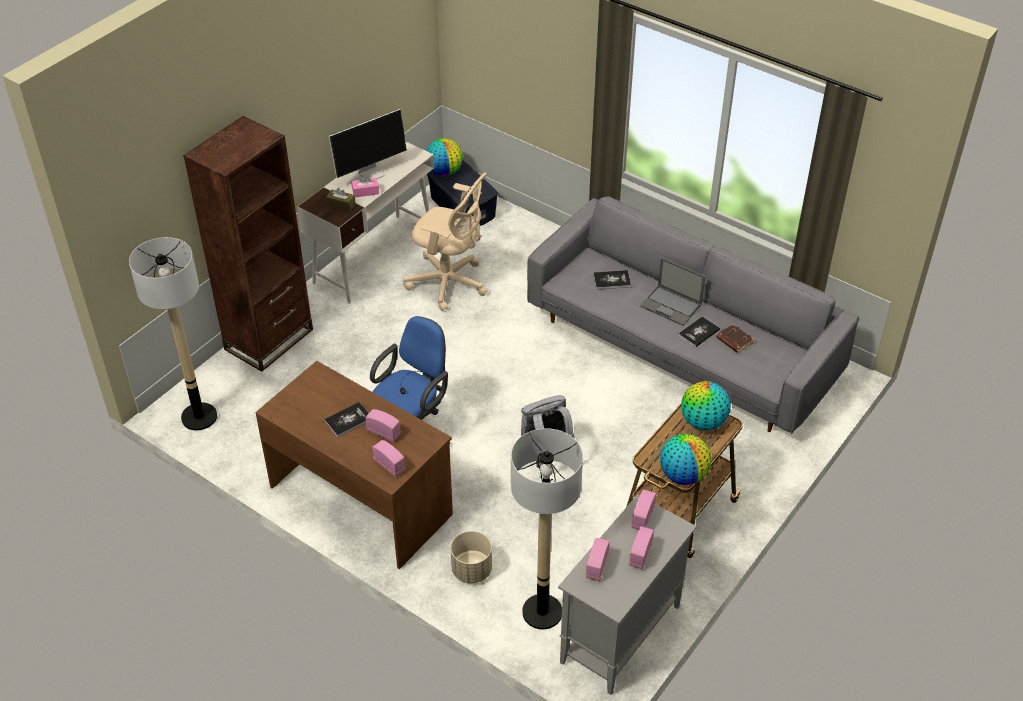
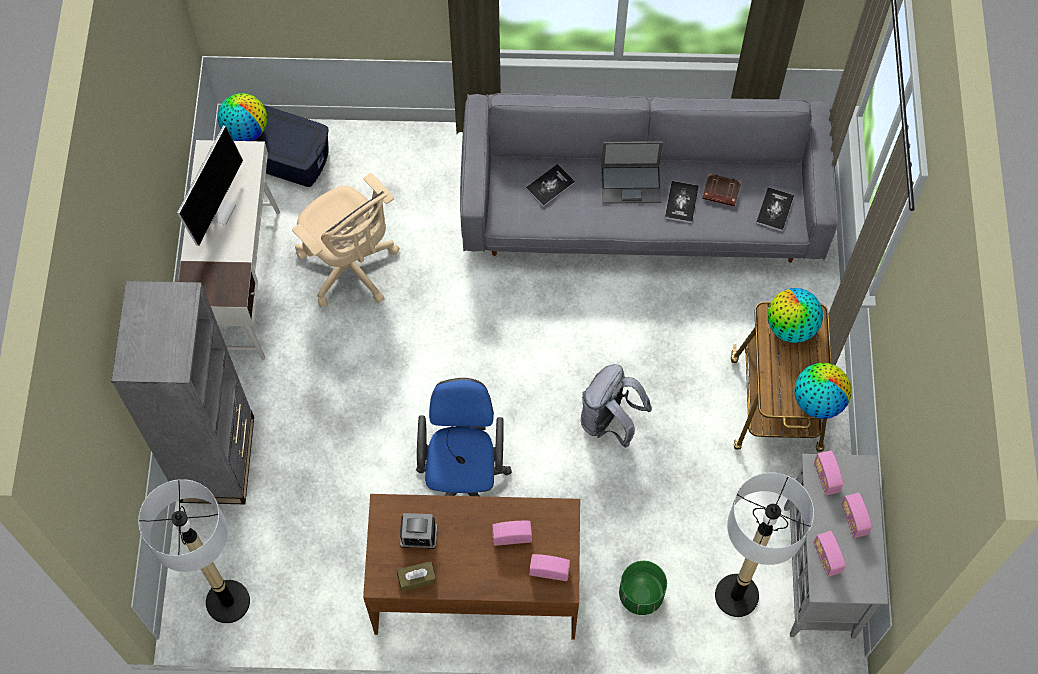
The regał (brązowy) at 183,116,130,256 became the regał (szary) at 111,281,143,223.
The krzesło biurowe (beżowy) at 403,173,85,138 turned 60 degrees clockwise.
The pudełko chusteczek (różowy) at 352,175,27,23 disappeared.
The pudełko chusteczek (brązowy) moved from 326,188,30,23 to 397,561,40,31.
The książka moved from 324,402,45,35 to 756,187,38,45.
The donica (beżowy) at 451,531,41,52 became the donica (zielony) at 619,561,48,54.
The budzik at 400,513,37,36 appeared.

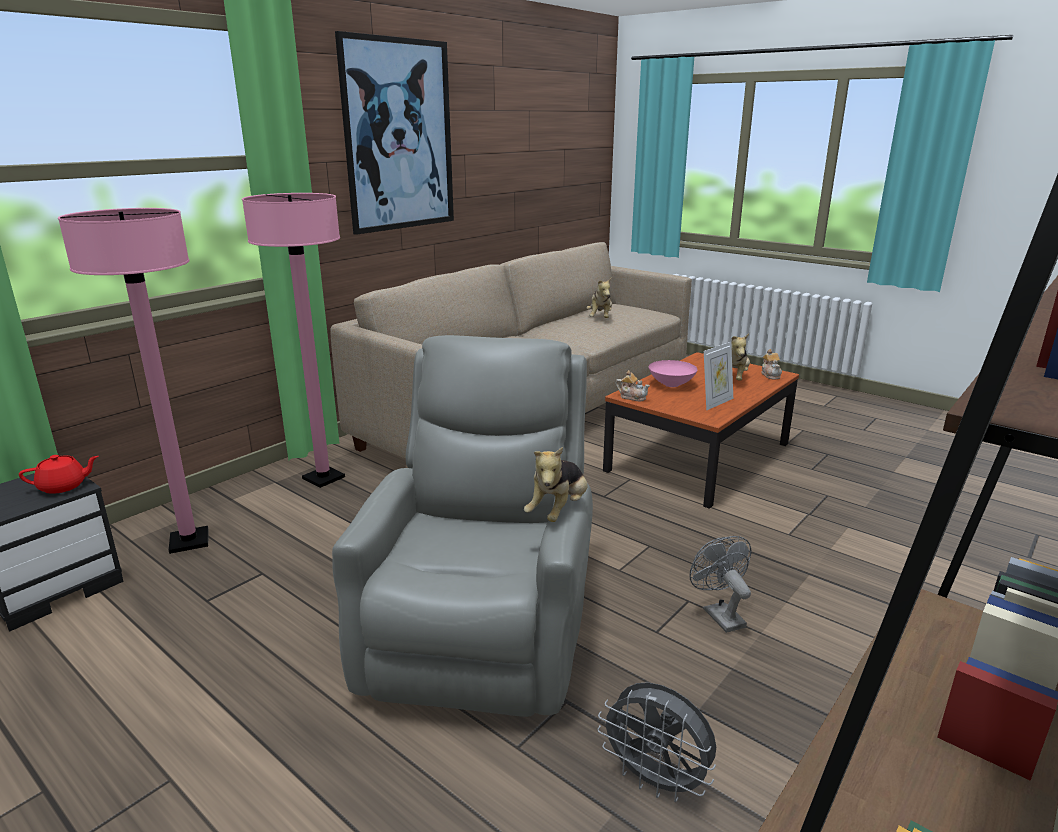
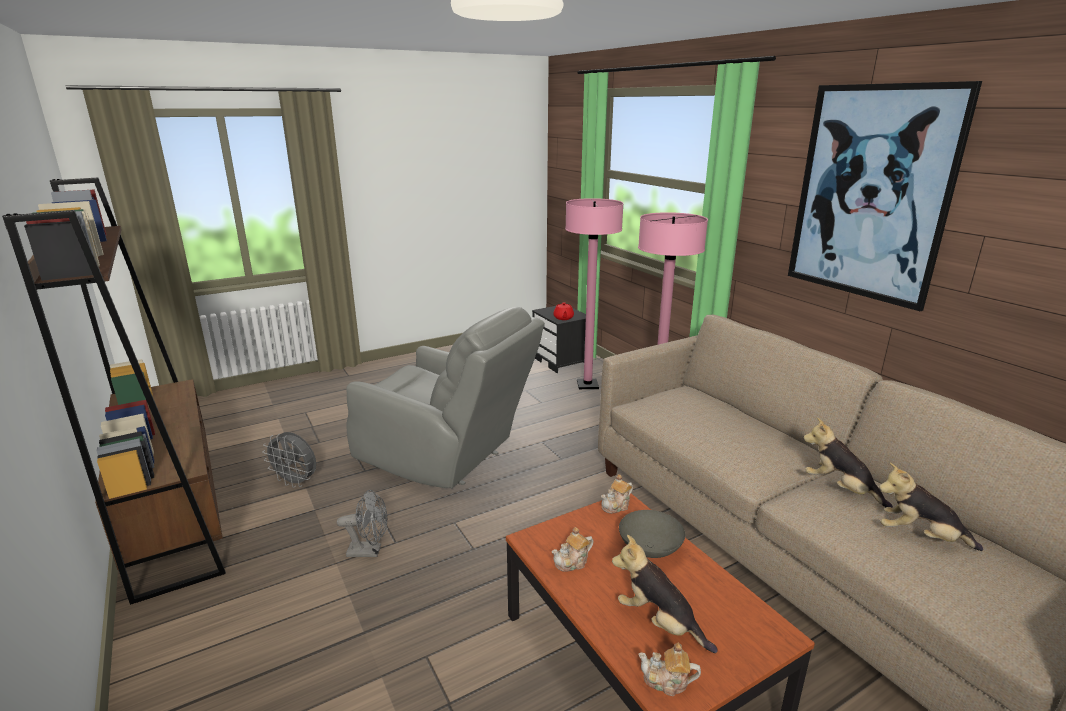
The ramka na zdjęcie at 704,342,29,68 was replaced by the imbryk at 552,527,41,45.
The miska (różowy) at 649,360,49,27 became the miska (szary) at 619,510,66,48.
The pluszak moved from 524,447,64,75 to 803,417,90,91.
The wentylator (szary) at 597,682,119,120 turned 120 degrees counterclockwise.

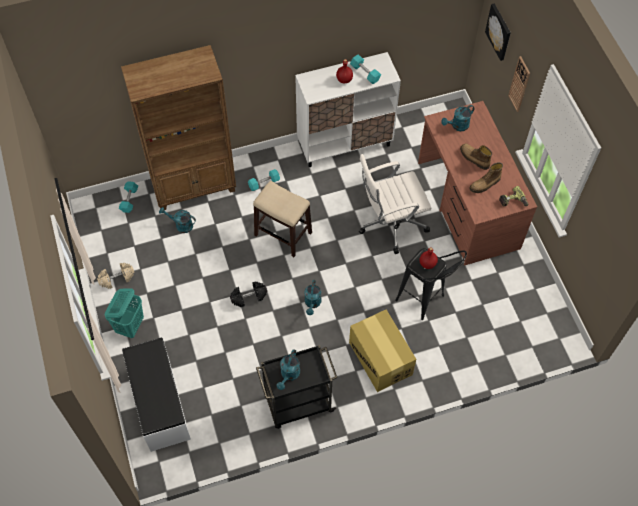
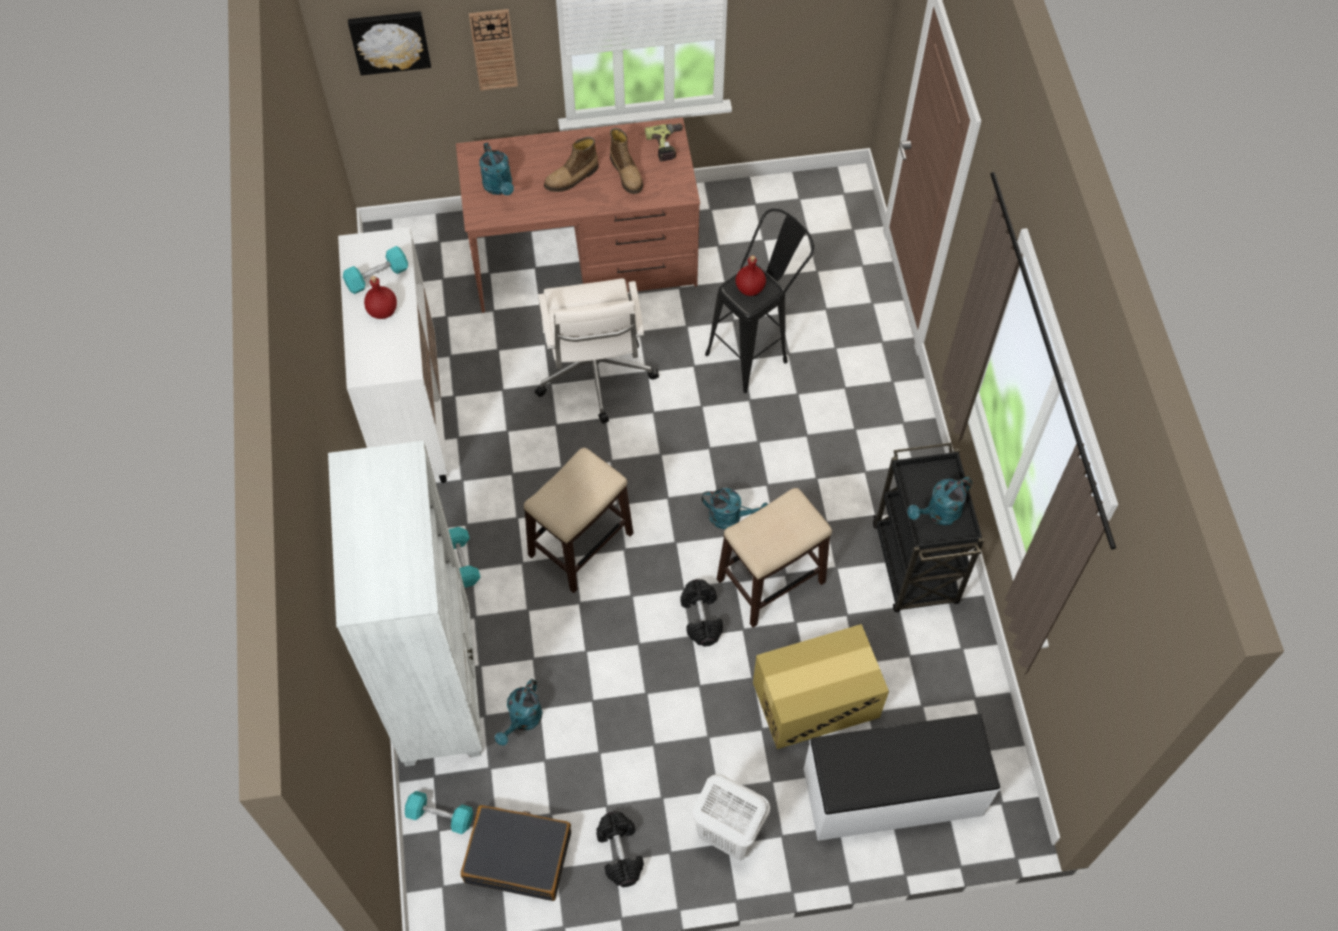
The regał (brązowy) at 121,45,115,165 became the regał (biały) at 328,441,155,326.
The hantel (beżowy) at 97,263,38,26 became the hantel (czarny) at 596,811,48,76.
The kosz na pranie (turkusowy) at 105,288,39,50 became the kosz na pranie (biały) at 693,774,77,87.
The karton moved from 349,309,67,83 to 753,624,136,125.
The konewka (turkusowy) at 277,349,23,41 turned 120 degrees clockwise.
The stołek at 717,488,115,139 appeared.
The walizka (czarny) at 461,805,110,96 appeared.

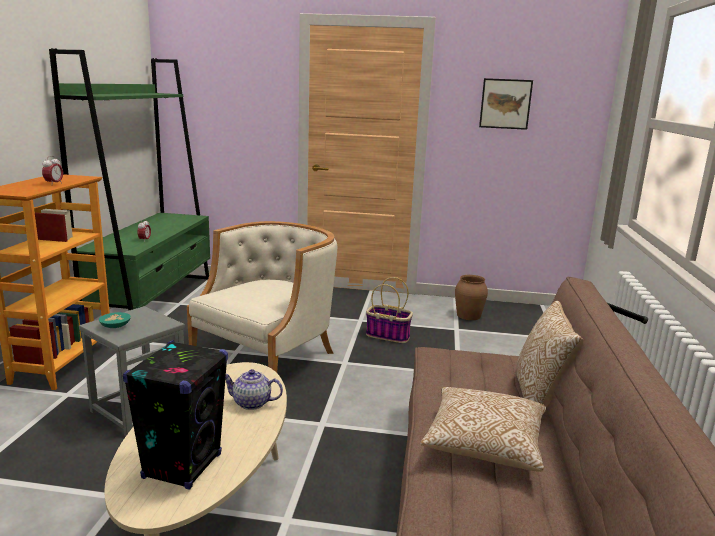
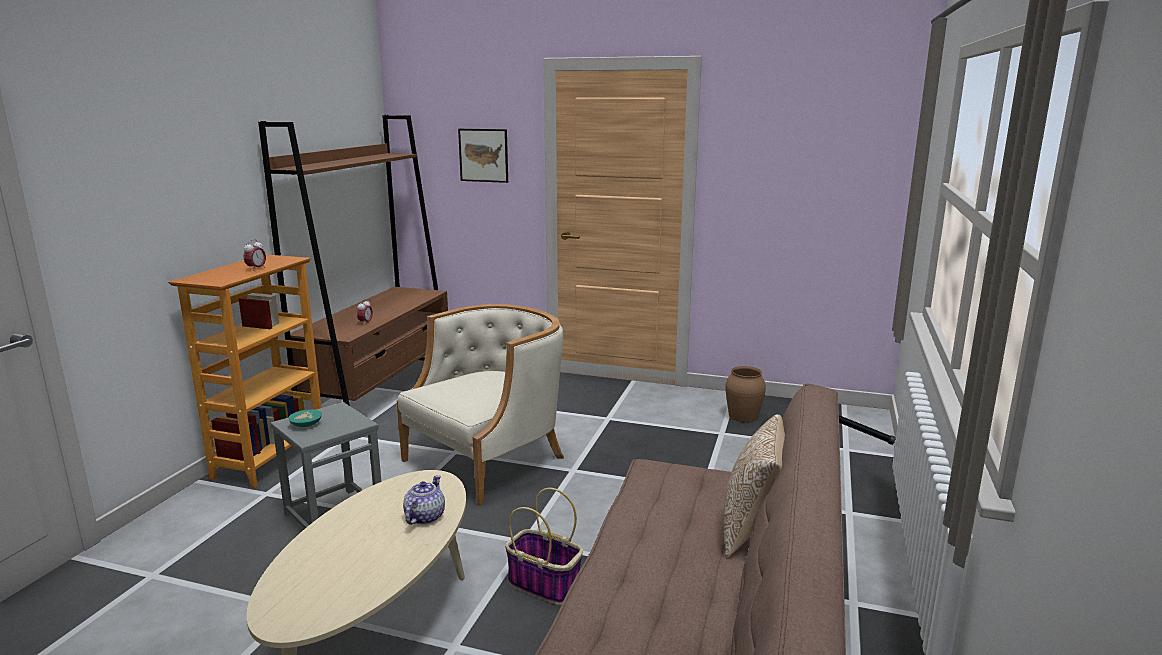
The regał (zielony) at 49,48,161,262 became the regał (brązowy) at 258,115,190,291.
The obraz moved from 479,78,54,52 to 458,129,50,54.
The koszyk moved from 366,277,47,66 to 505,488,78,117.
The głośnik (czarny) at 123,340,105,150 disappeared.
The imbryk at 225,369,58,41 turned 90 degrees clockwise.
The poduszka at 420,387,126,85 disappeared.

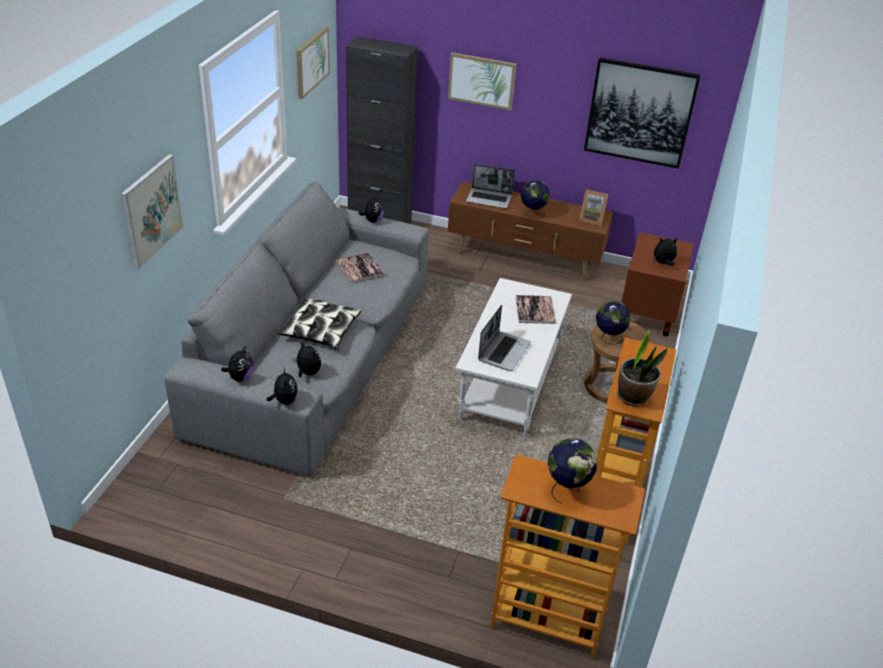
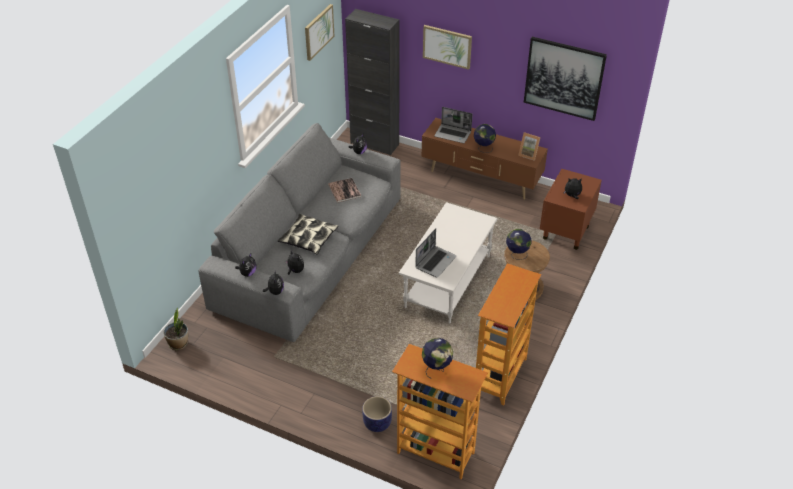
The obraz at 121,154,62,116 disappeared.
The książka at 515,295,41,29 disappeared.
The roślina doniczkowa moved from 617,330,51,76 to 164,308,24,42.
The donica at 362,396,30,36 appeared.

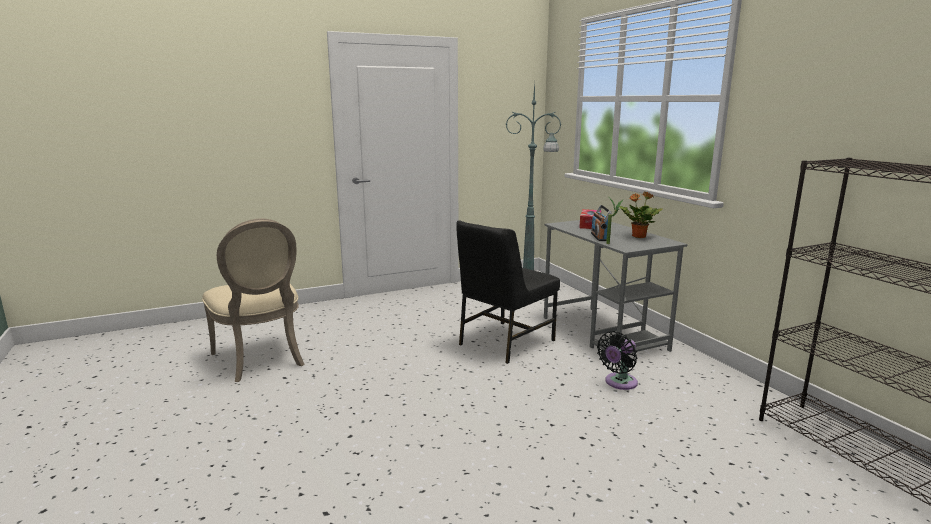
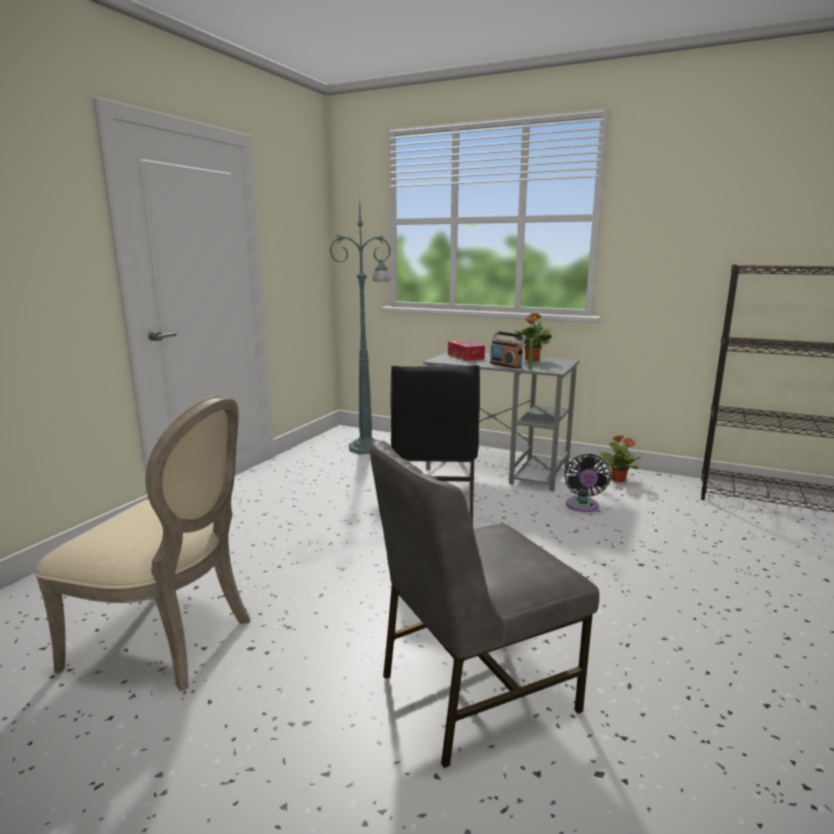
The roślina doniczkowa at 599,435,43,47 appeared.
The krzesło (szary) at 370,440,229,328 appeared.

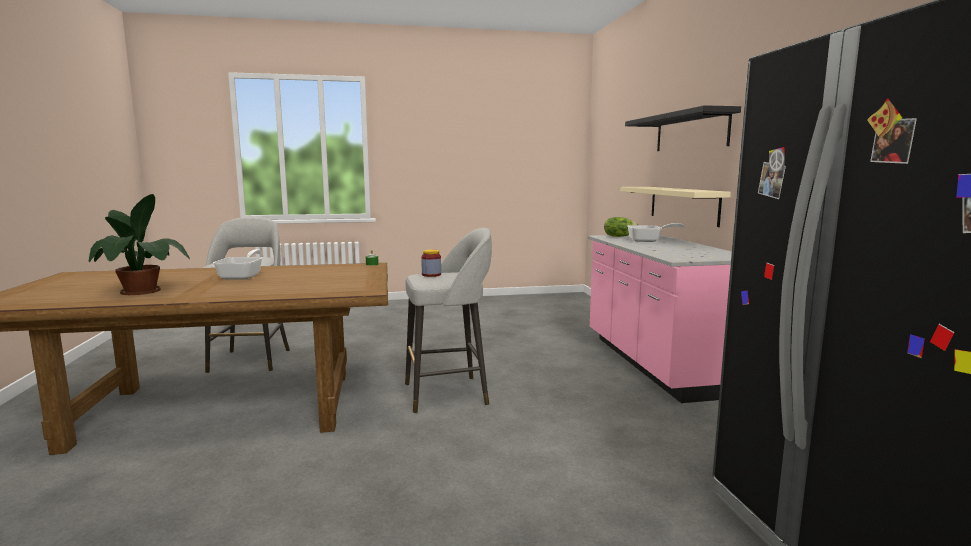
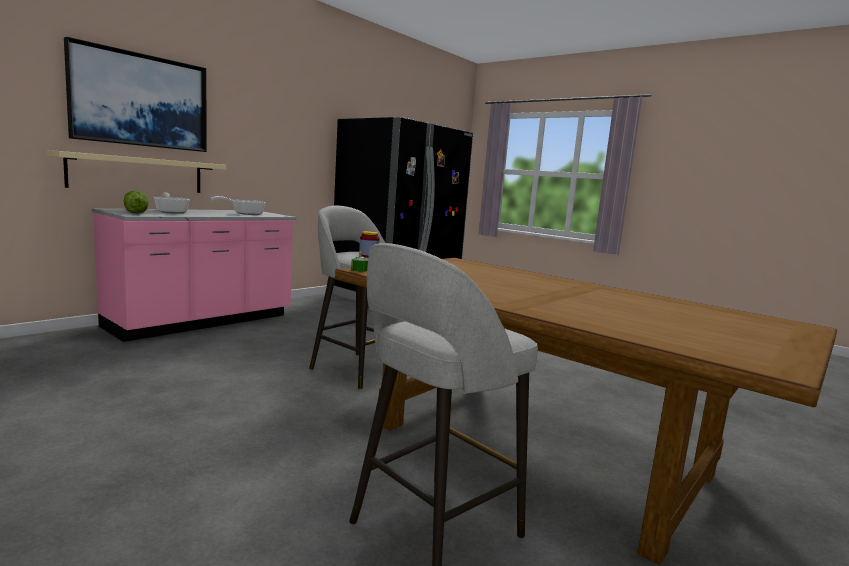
The półka (czarny) at 625,105,116,46 was replaced by the obraz at 64,37,142,115.
The roślina doniczkowa at 89,194,101,101 disappeared.
The patelnia moved from 213,249,49,31 to 211,196,55,19.

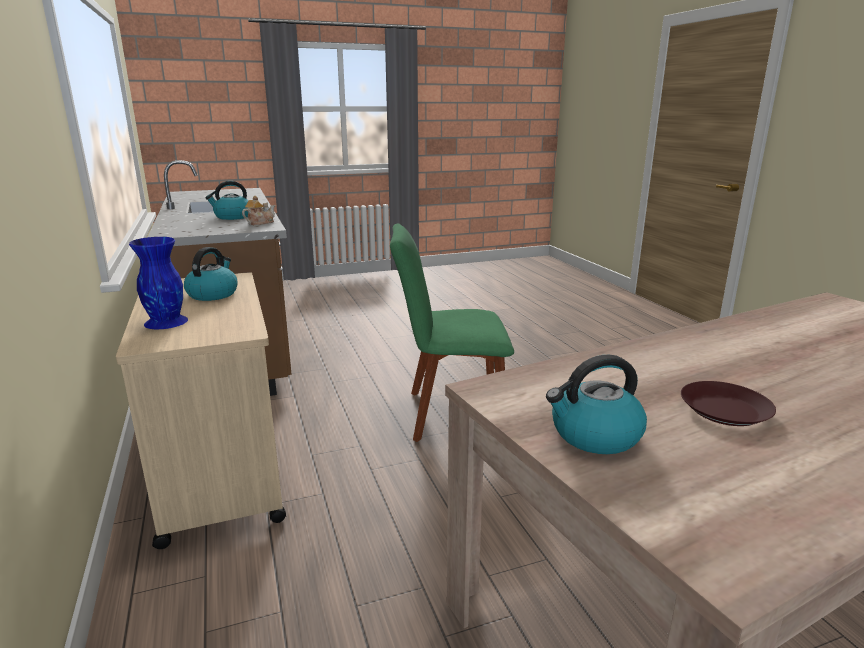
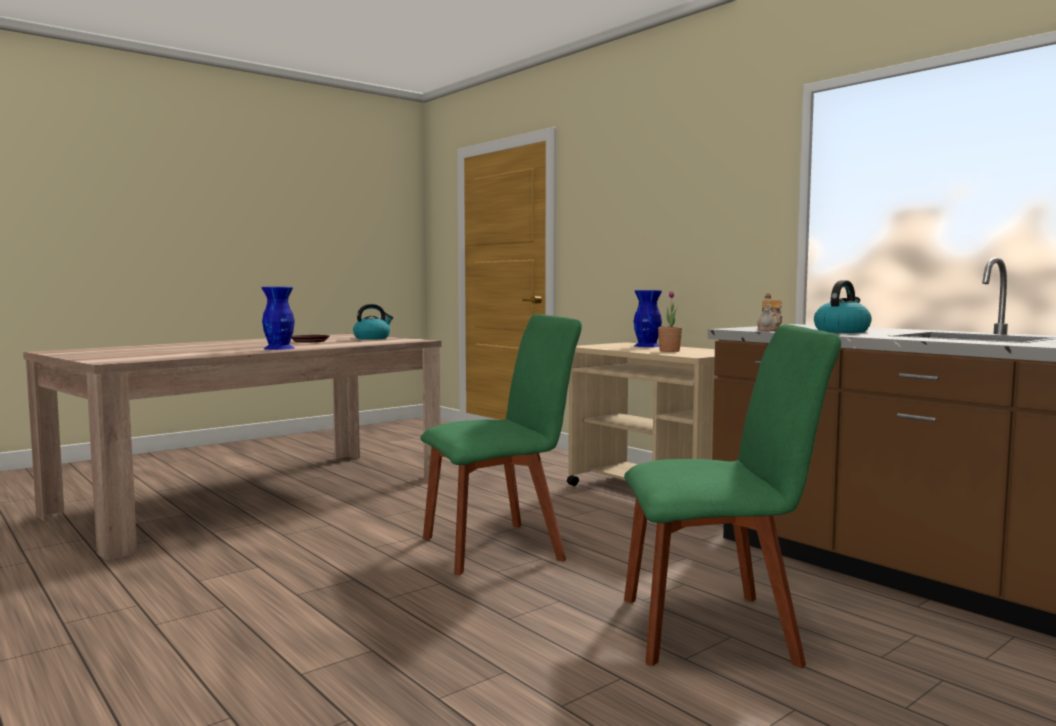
The czajnik at 184,247,54,54 was replaced by the roślina doniczkowa at 658,291,24,61.
The wazon (niebieski) at 262,287,33,63 appeared.
The krzesło (zielony) at 624,325,218,343 appeared.

